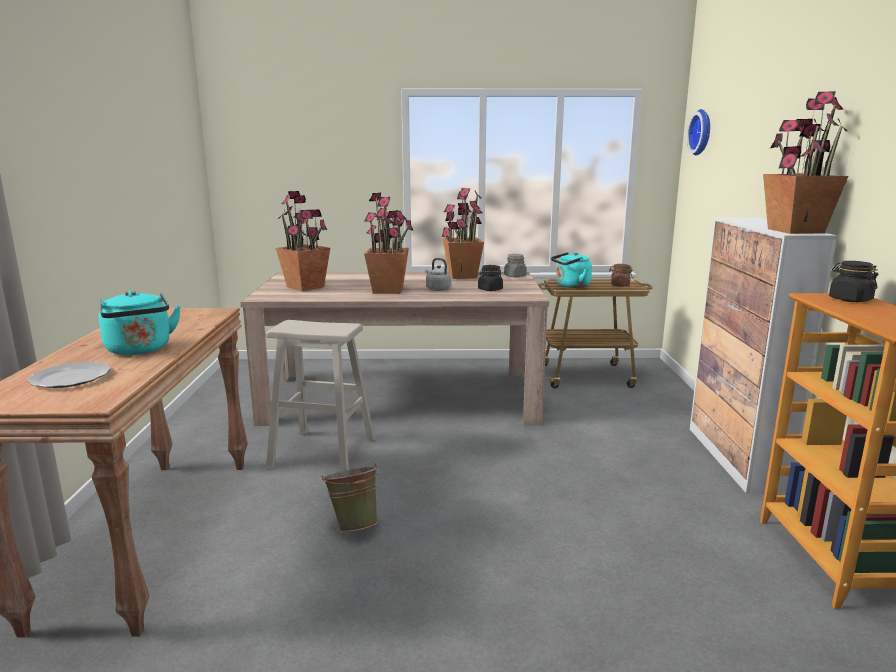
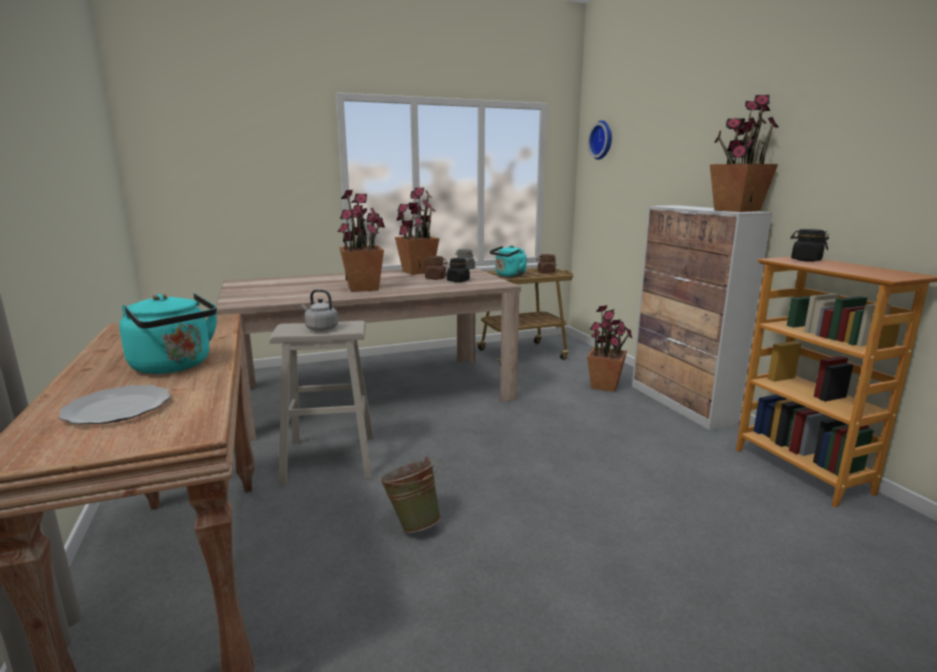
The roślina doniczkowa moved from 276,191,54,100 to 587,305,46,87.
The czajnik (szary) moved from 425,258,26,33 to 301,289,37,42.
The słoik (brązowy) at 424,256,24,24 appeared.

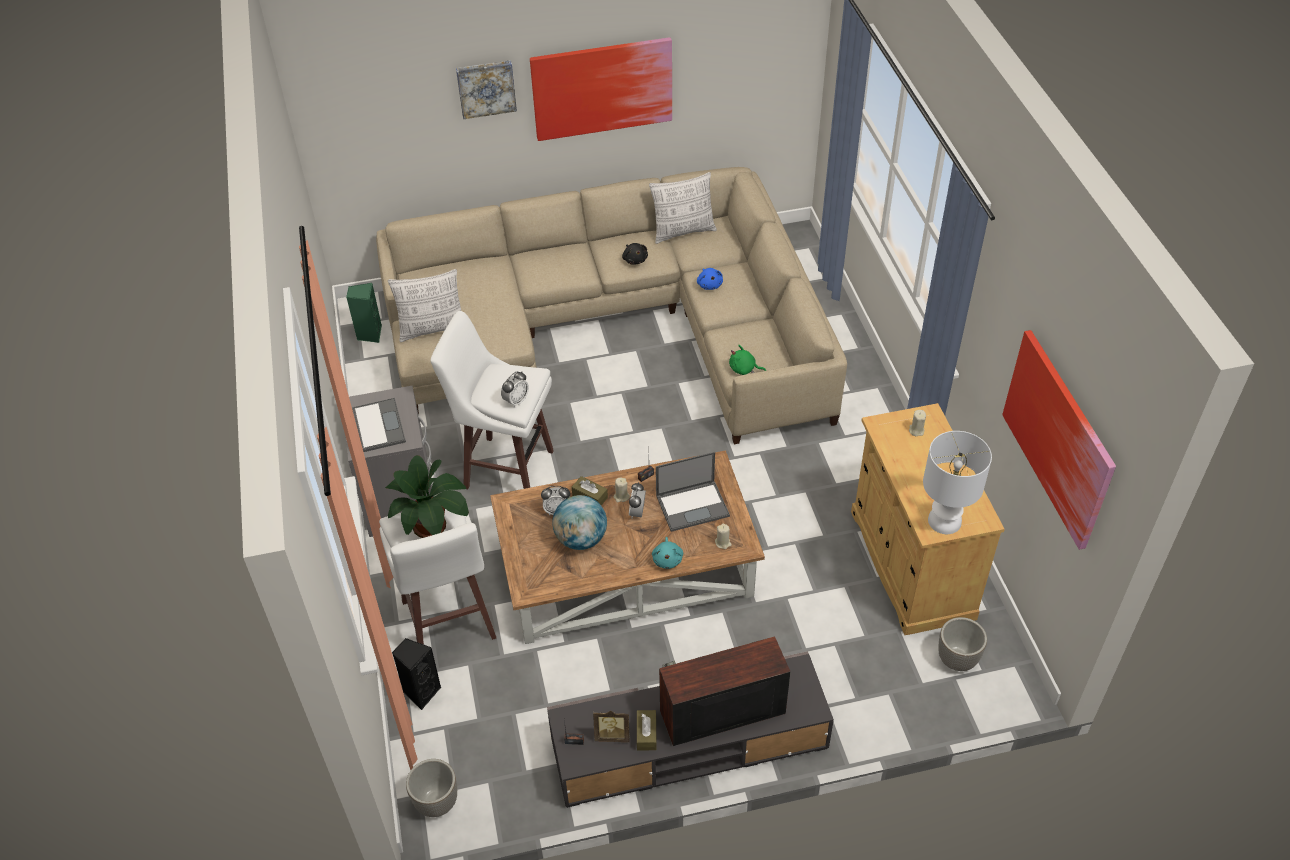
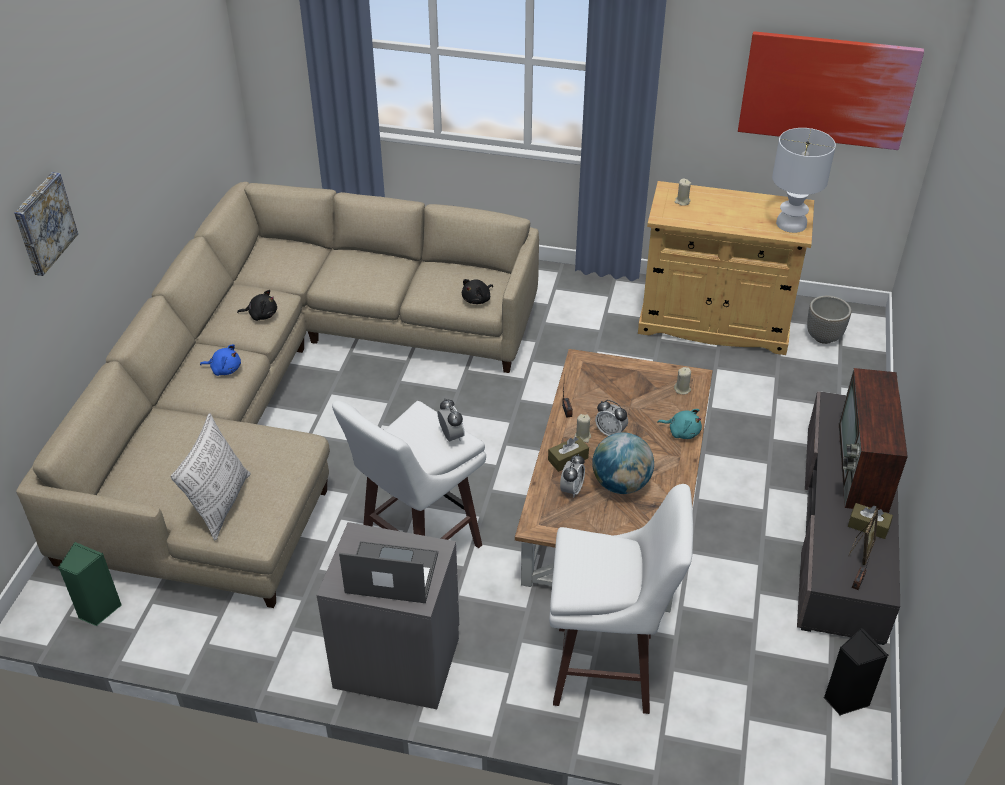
The obraz at 530,37,142,104 disappeared.
The poduszka at 649,172,68,72 disappeared.
The pluszak (niebieski) moved from 697,268,26,22 to 200,344,41,32.
The pluszak (zielony) at 729,345,37,30 became the pluszak (czarny) at 462,279,31,25.
The laptop at 656,452,74,80 disappeared.
The roślina doniczkowa at 385,455,84,83 disappeared.
The głośnik (czarny) moved from 392,638,49,72 to 823,628,66,87.
The donica at 406,759,51,58 disappeared.

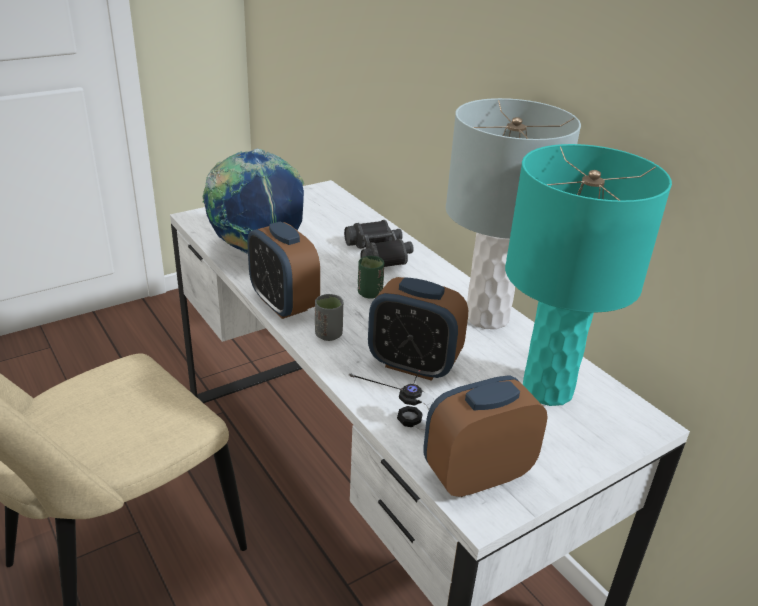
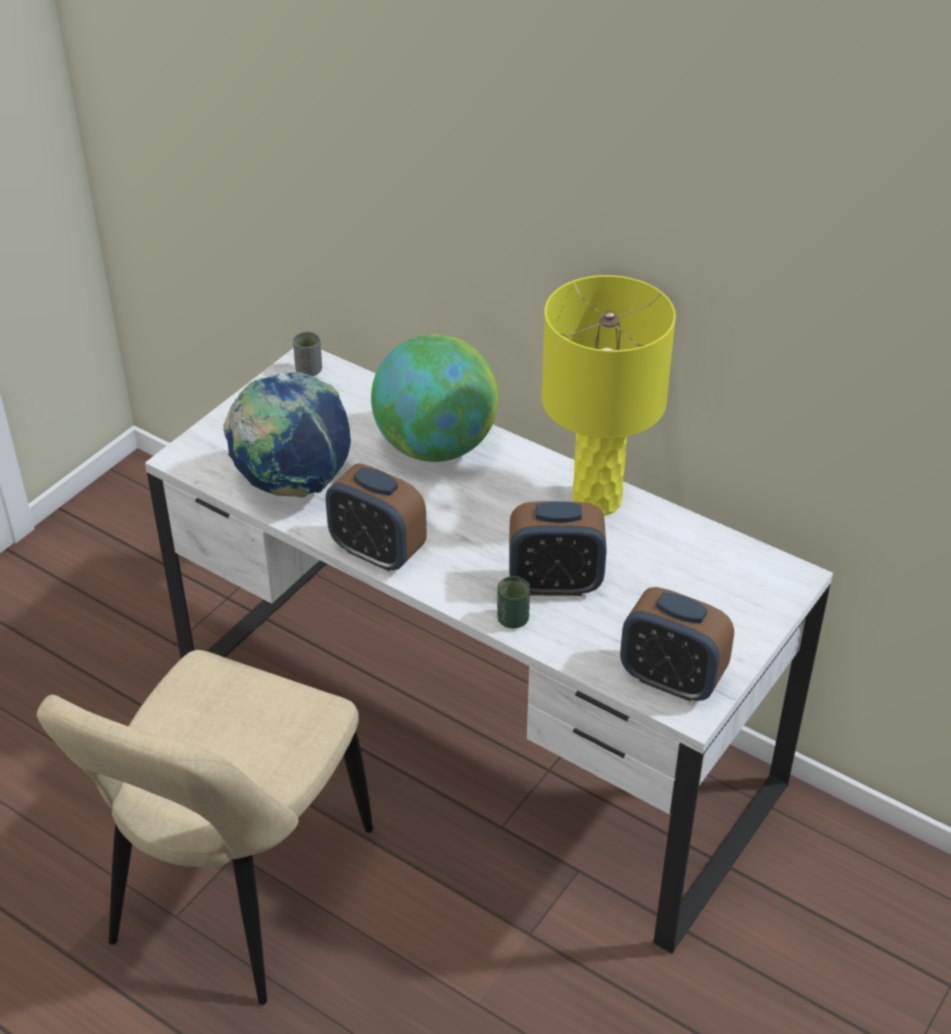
The lampa stołowa (szary) at 446,98,135,231 became the lampa stołowa (żółty) at 541,275,135,241.
The lampa stołowa (turkusowy) at 505,144,167,262 disappeared.
The lornetka (czarny) at 344,220,70,47 was replaced by the globus at 371,334,127,128.
The filiżanka (zielony) moved from 358,256,27,43 to 497,576,33,52.
The filiżanka (szary) moved from 315,294,28,47 to 293,332,29,44.
The słuchawki at 349,370,86,60 disappeared.
The budzik at 423,375,125,122 turned 105 degrees counterclockwise.

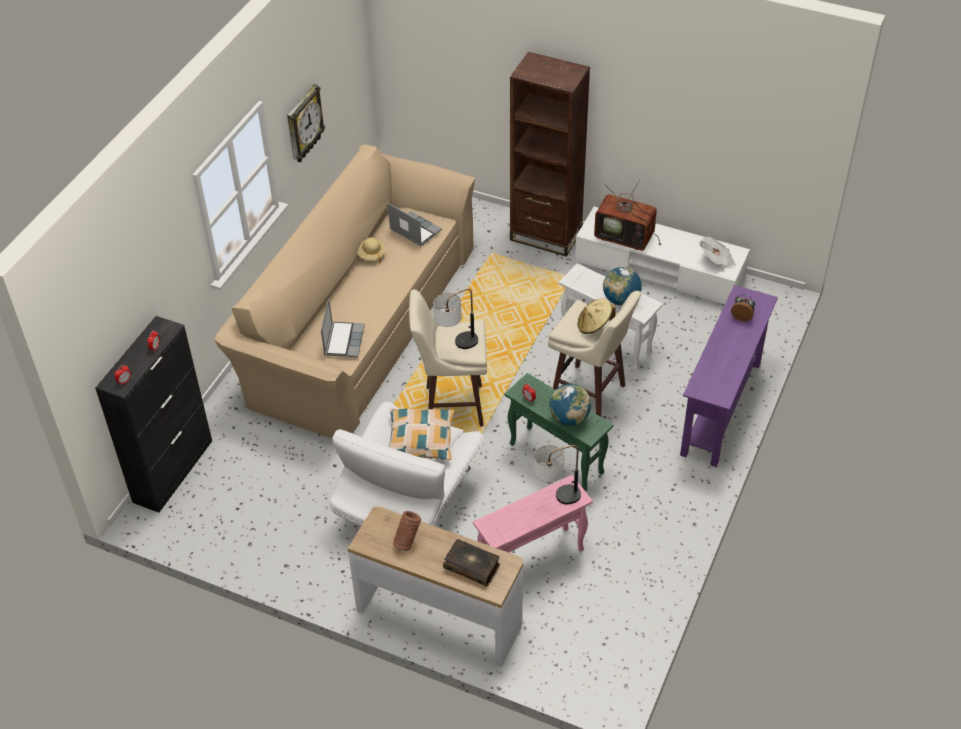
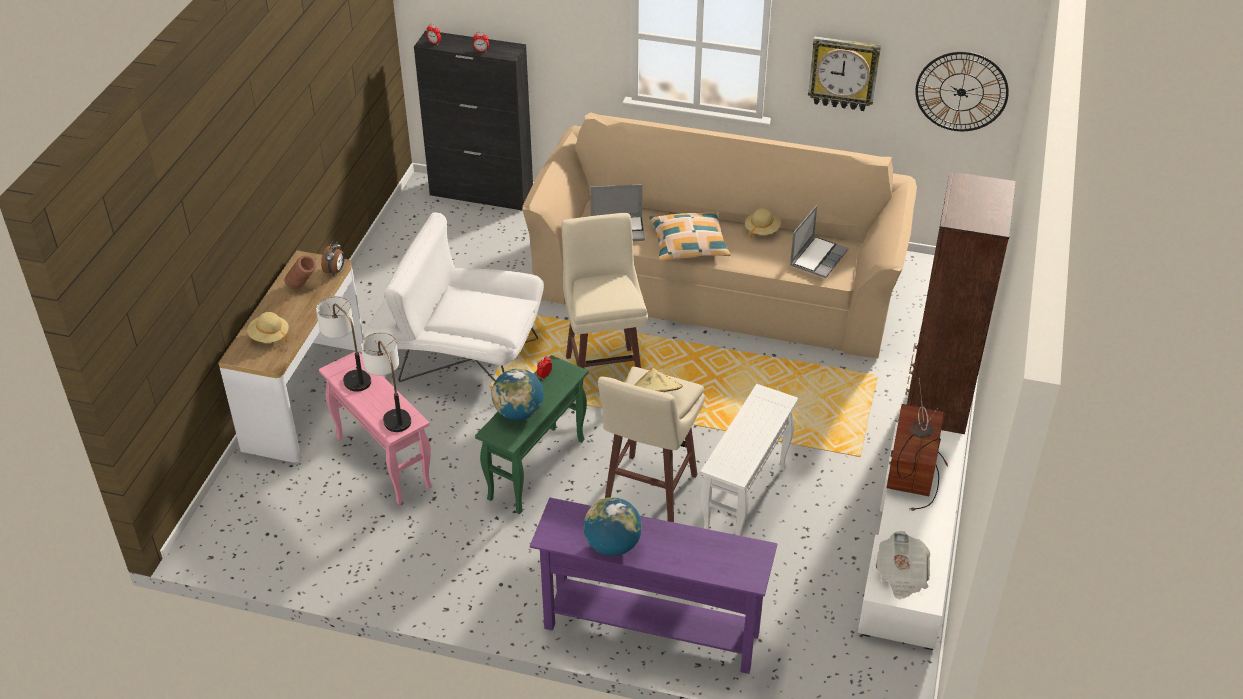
The globus moved from 603,267,39,38 to 583,497,59,59.
The lampa stołowa moved from 433,289,45,60 to 316,296,55,96.
The budzik moved from 731,294,24,27 to 321,241,23,35.
The poduszka moved from 389,408,66,52 to 649,212,82,49.
The książka at 443,539,57,48 was replaced by the kapelusz (beżowy) at 247,312,42,31.
The zegar ścienny at 915,52,94,79 appeared.

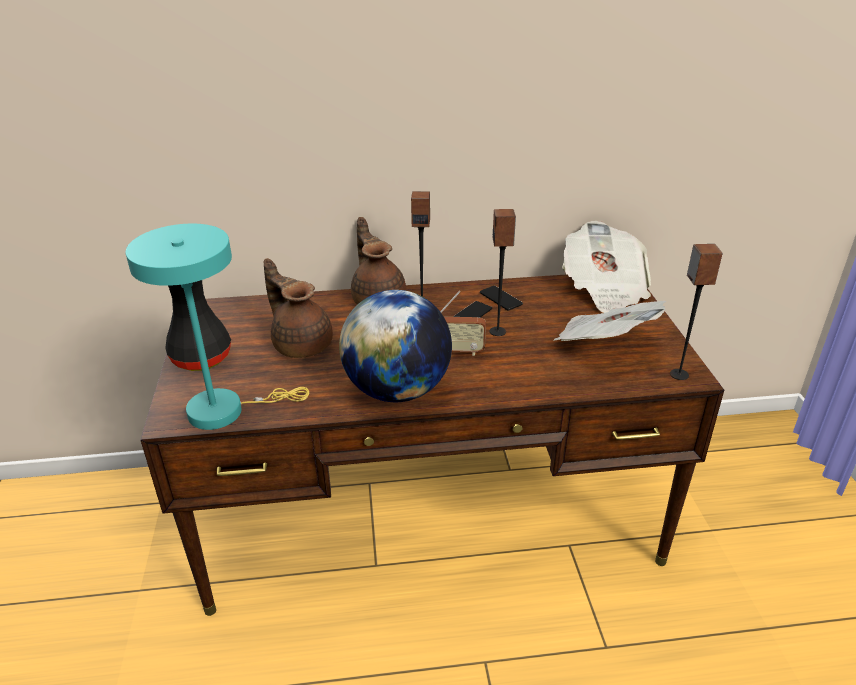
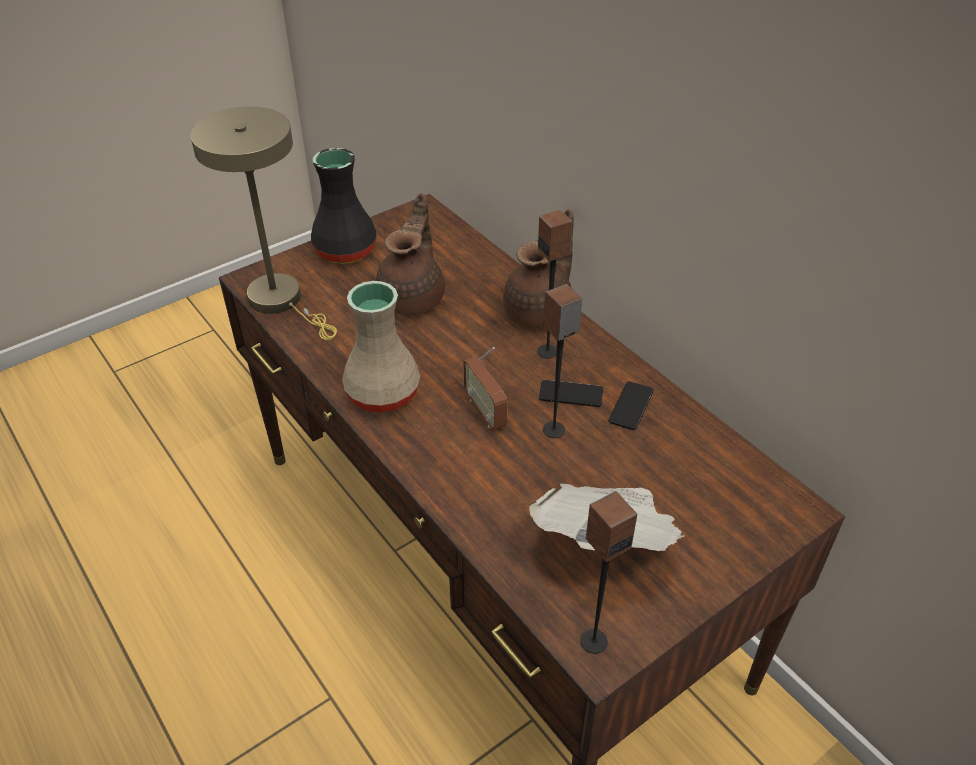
The gazeta at 562,221,89,92 disappeared.
The lampa stołowa (turkusowy) at 126,224,183,206 became the lampa stołowa (beżowy) at 190,106,147,234.
The globus at 339,290,113,112 was replaced by the wazon (beżowy) at 342,281,78,132.

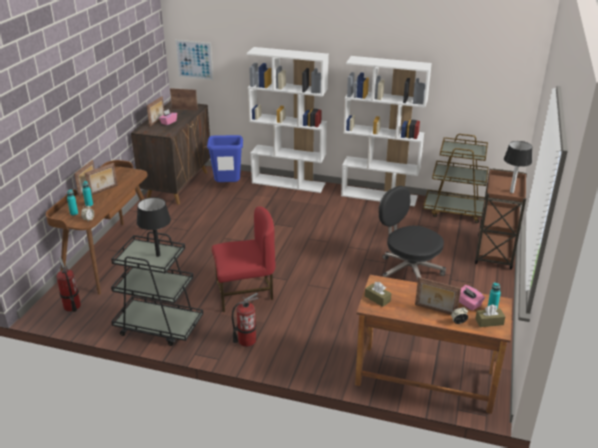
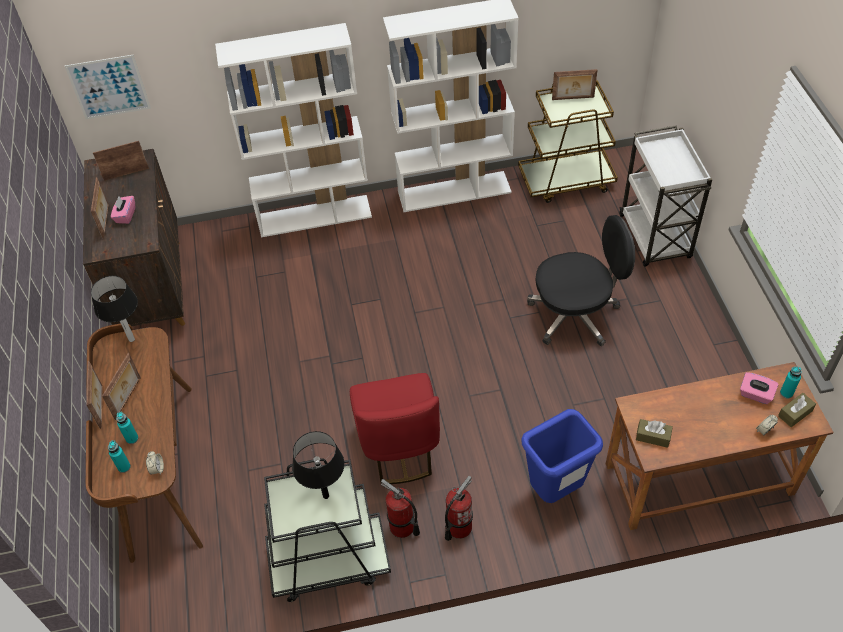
The kosz na śmieci (niebieski) moved from 207,135,36,47 to 521,409,82,94.
The lampa stołowa moved from 504,141,28,52 to 91,276,47,66.
The wózek (brązowy) at 475,168,52,102 became the wózek (biały) at 619,125,93,142.
The krzesło biurowe (czarny) at 379,186,67,94 turned 150 degrees clockwise.
The krzesło (czerwony) at 212,206,63,106 turned 120 degrees clockwise.
The gaśnica moved from 56,257,25,55 to 381,479,39,59.
The ramka na zdjęcie moved from 415,277,46,38 to 552,69,46,31.

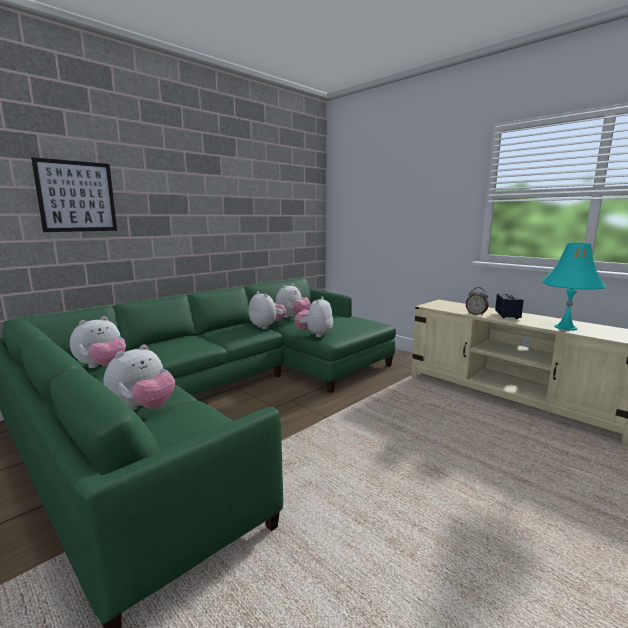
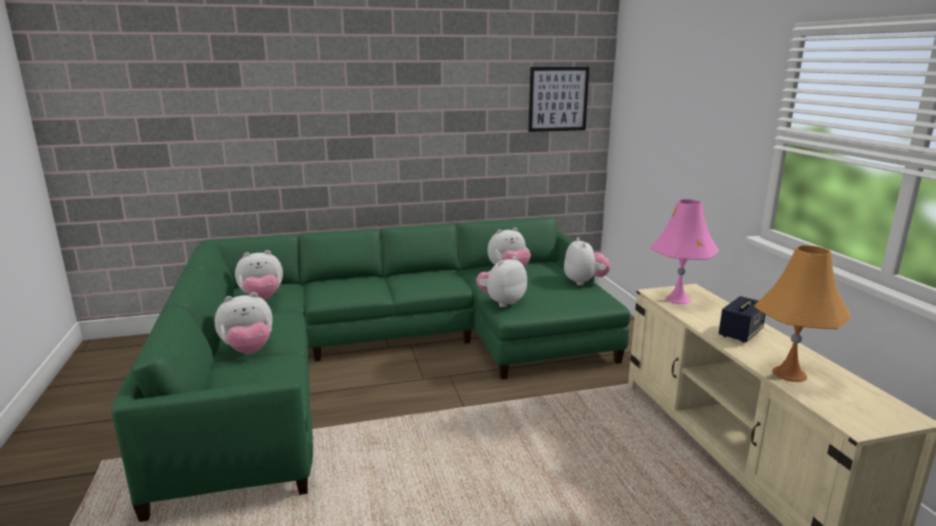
The obraz moved from 31,157,86,75 to 528,67,61,65.
The lampa stołowa (turkusowy) at 542,243,65,88 became the lampa stołowa (pomarańczowy) at 754,245,97,137.
The budzik at 466,287,23,29 disappeared.
The pluszak moved from 249,291,37,38 to 564,237,46,49.
The lampa stołowa (różowy) at 650,199,69,105 appeared.

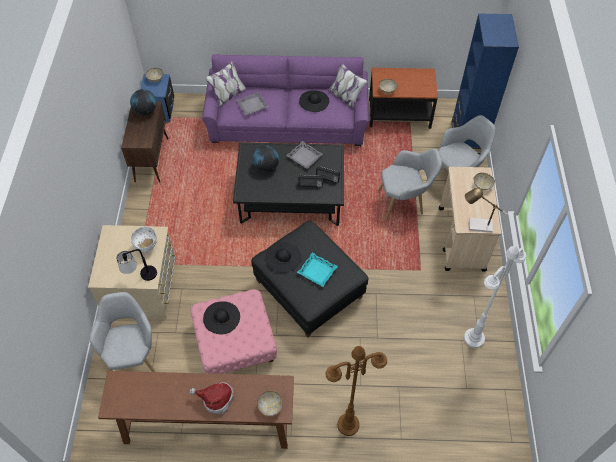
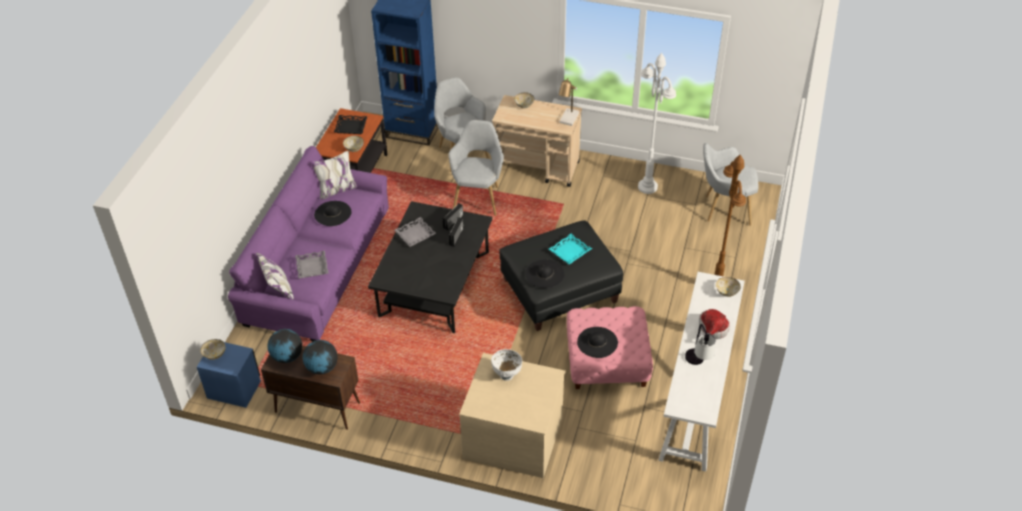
The globus moved from 253,145,26,27 to 303,340,35,34.
The lampa stołowa moved from 117,249,40,32 to 685,324,31,41.
The fotel (szary) moved from 90,292,65,80 to 703,143,55,83.
The stolik konsolowy (brązowy) at 98,371,196,78 became the stolik konsolowy (biały) at 659,272,86,200.
The taca (czarny) at 334,115,33,19 appeared.

